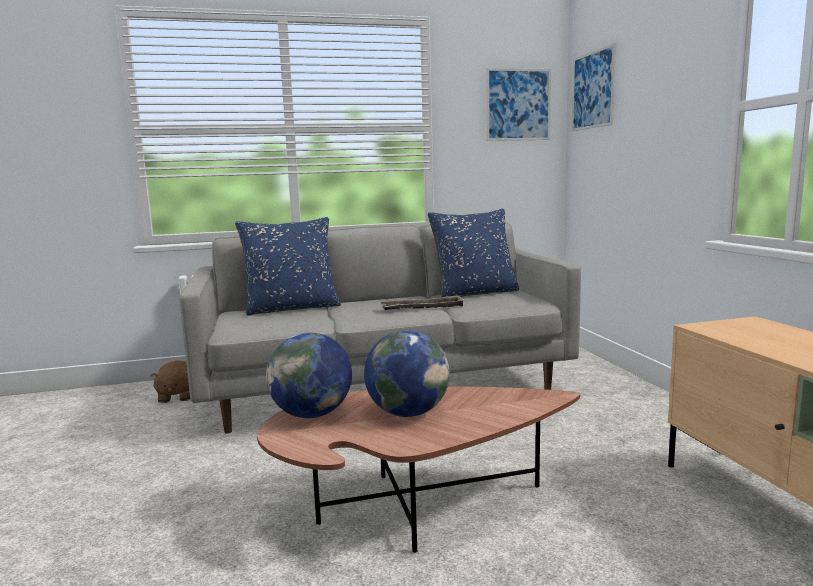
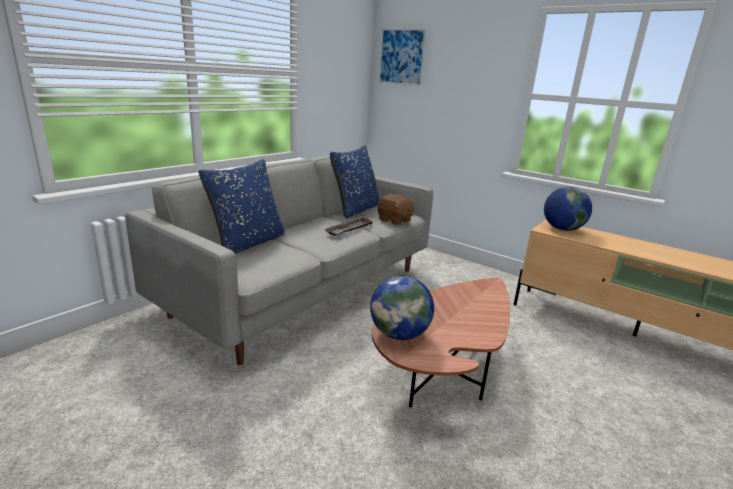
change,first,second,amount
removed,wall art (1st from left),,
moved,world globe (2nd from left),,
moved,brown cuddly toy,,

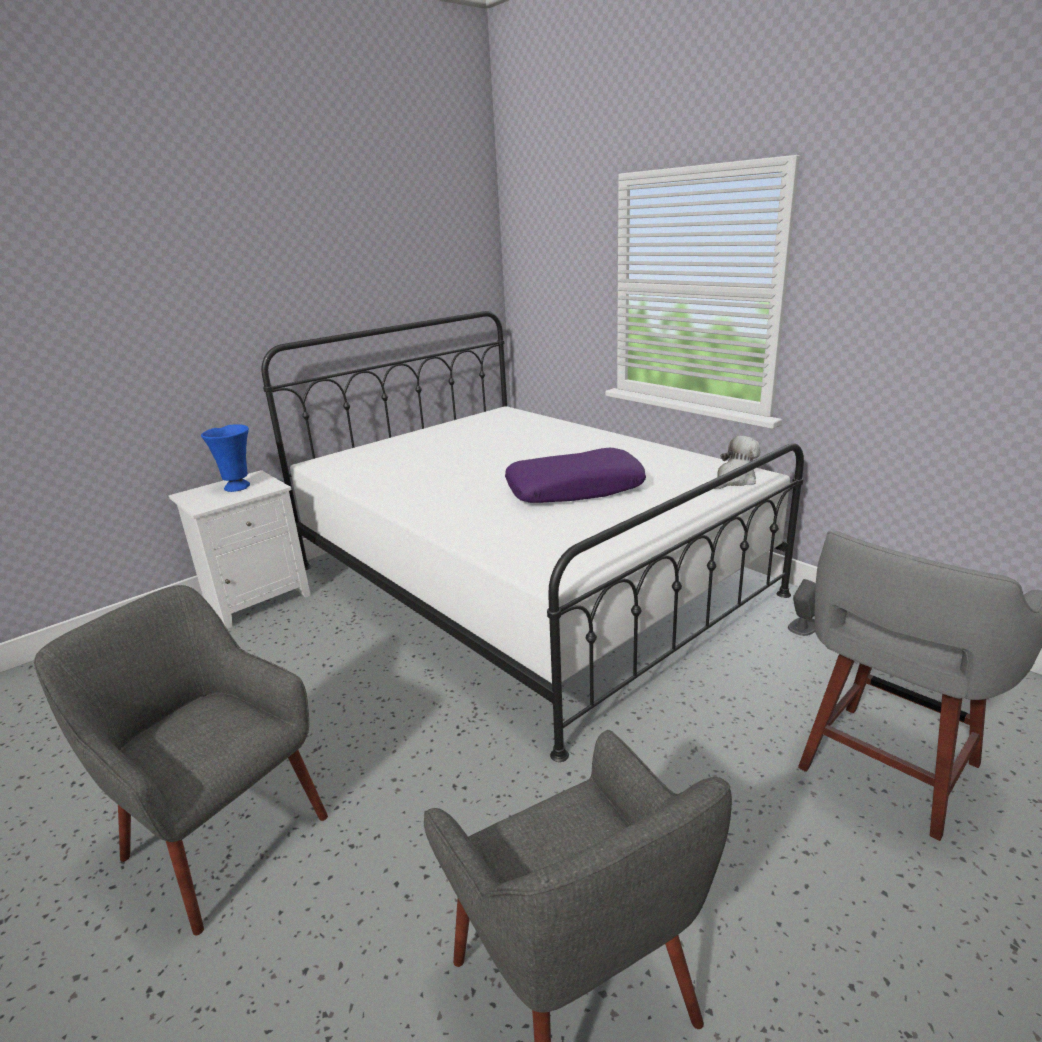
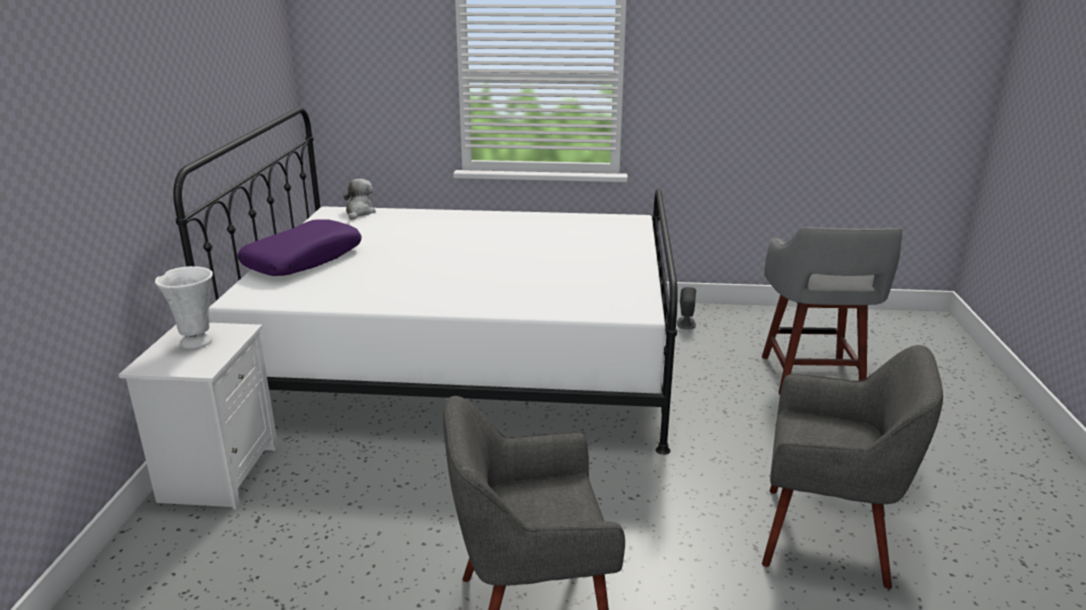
change,first,second,amount
recoloured,blue flower vase,white-coloured flower vase,
moved,cuddly toy,,
moved,purplish throw pillow,,

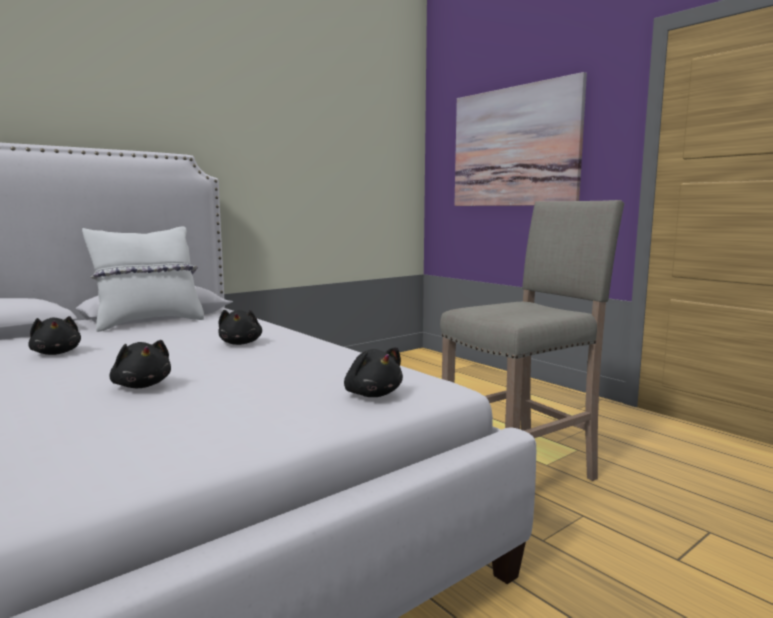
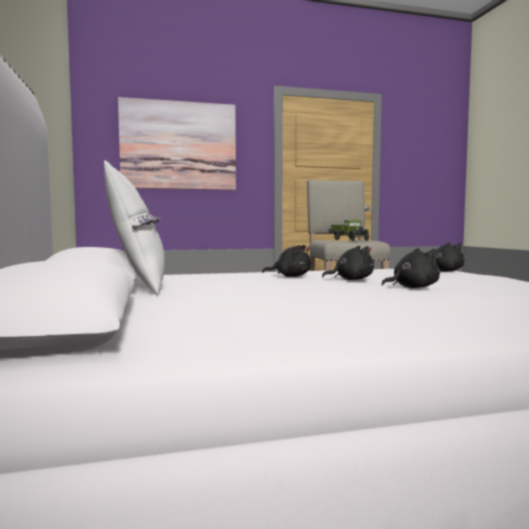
change,first,second,amount
moved,black-coloured cuddly toy (1st from left in the first image),black-coloured cuddly toy (2nd from left),
added,,toy lorry,

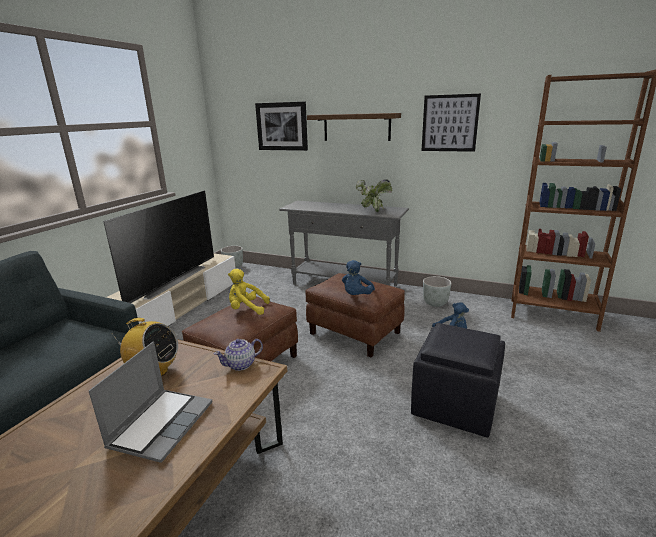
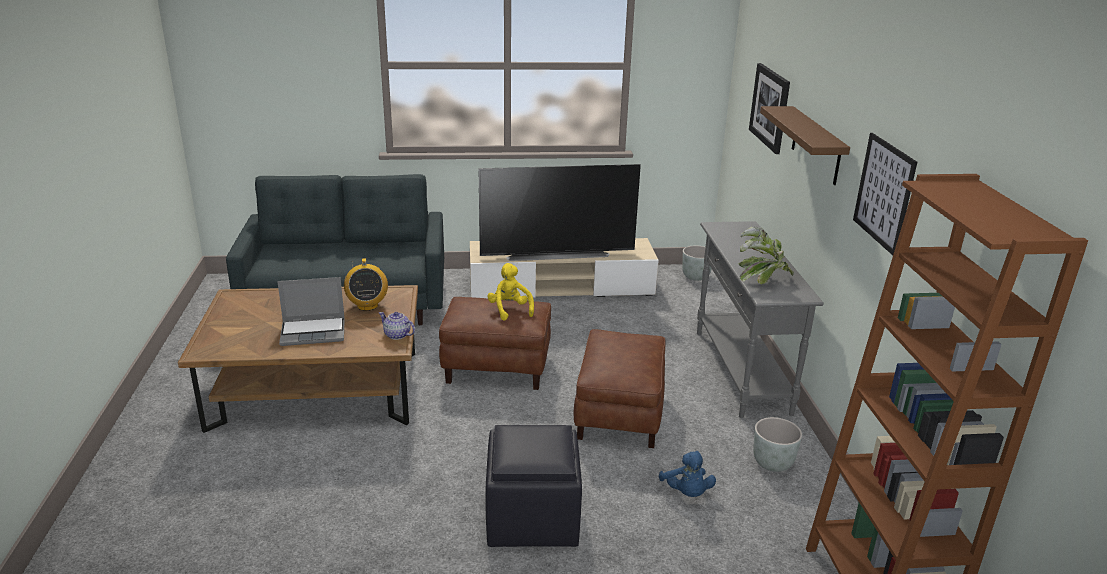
change,first,second,amount
removed,blue cuddly toy (1st from left),,

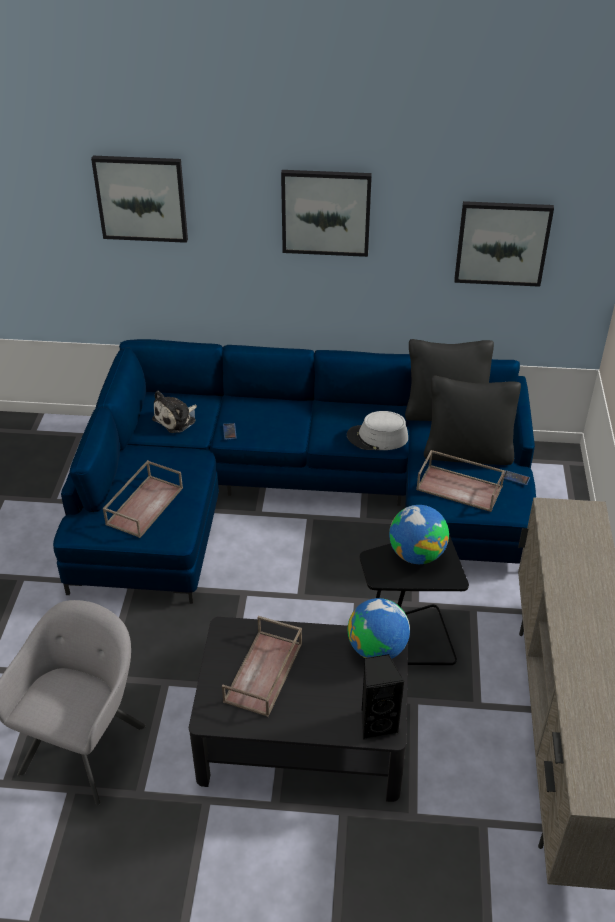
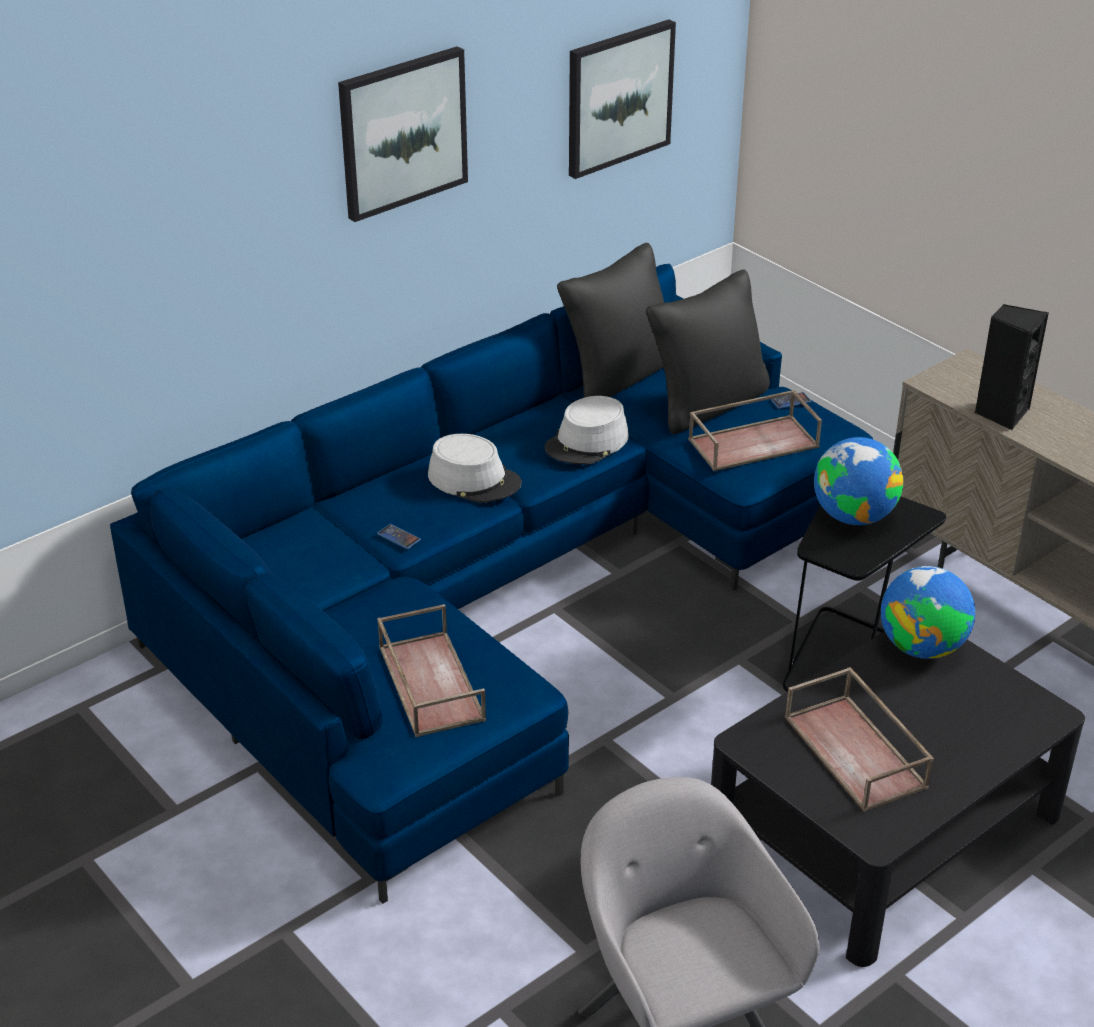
change,first,second,amount
removed,wall art (1st from left),,
removed,cuddly toy,,
moved,black-coloured speaker,,
added,,gray clothing hat (1st from left),

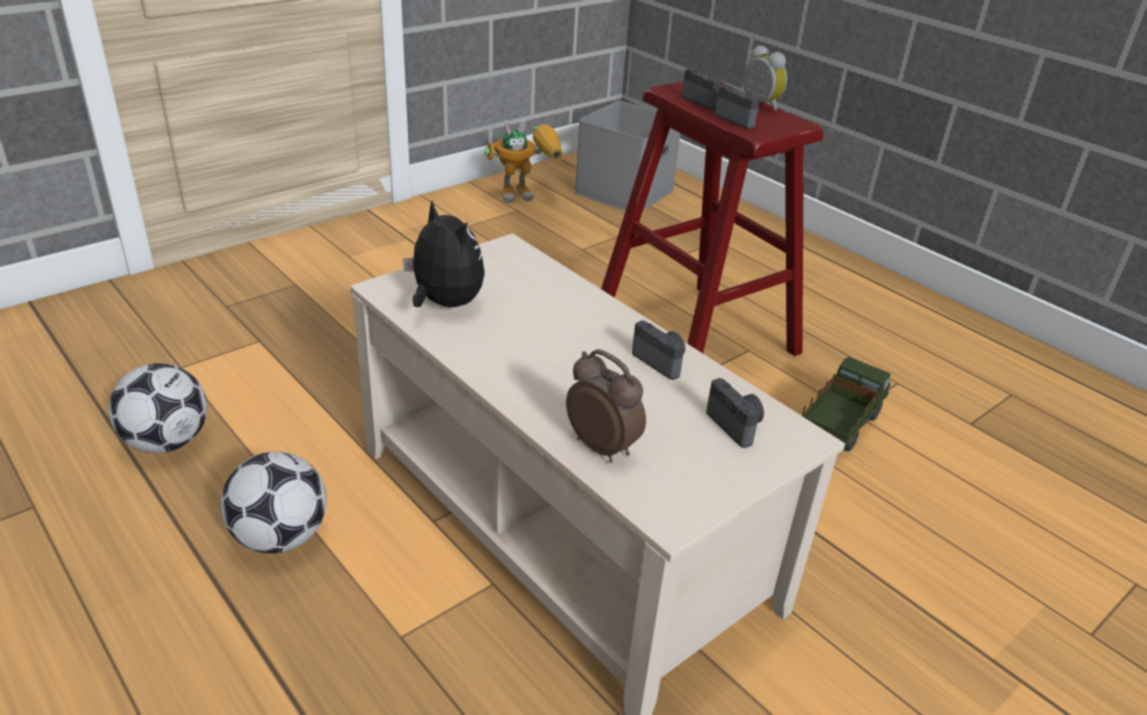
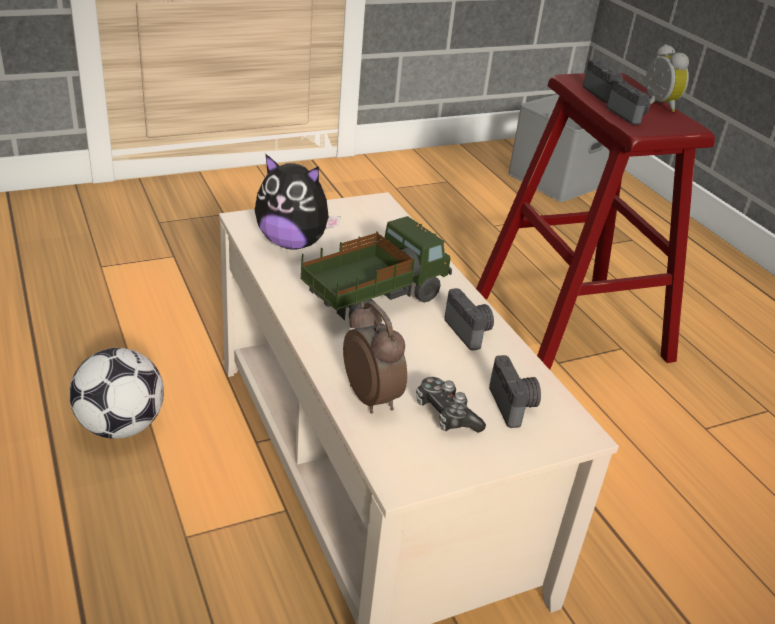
change,first,second,amount
removed,robot figure,,
turned,cuddly toy,,135 degrees clockwise
moved,toy lorry,,
removed,football ball (1st from left),,
added,,joypad,

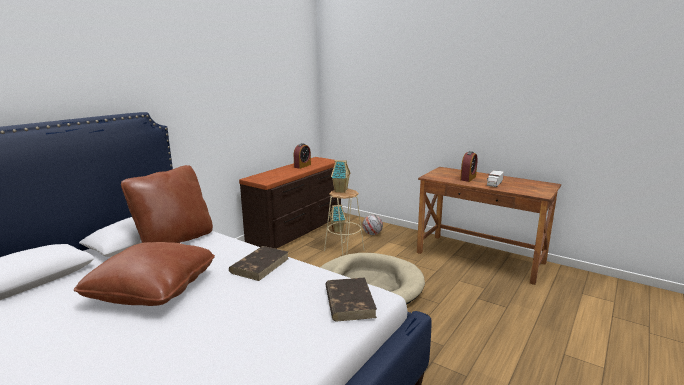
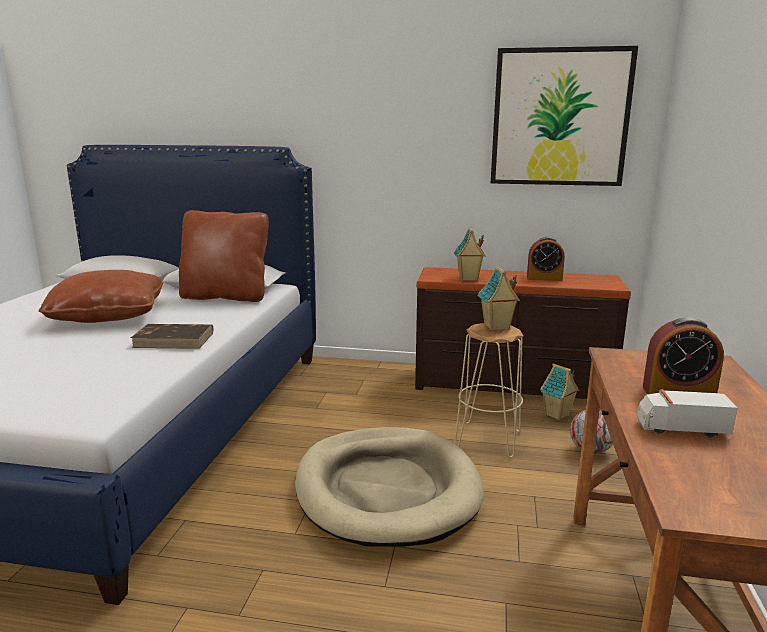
change,first,second,amount
removed,brown book (2nd from left),,
added,,wall art,
added,,model house (1st from left),

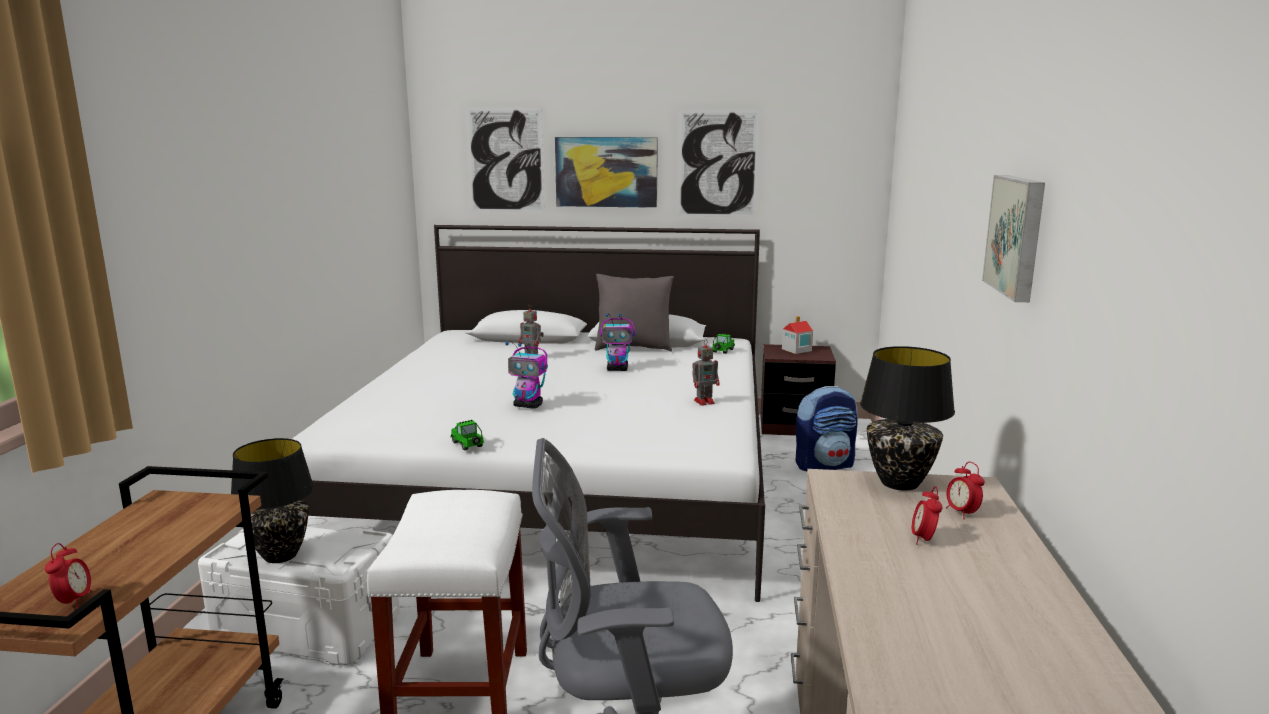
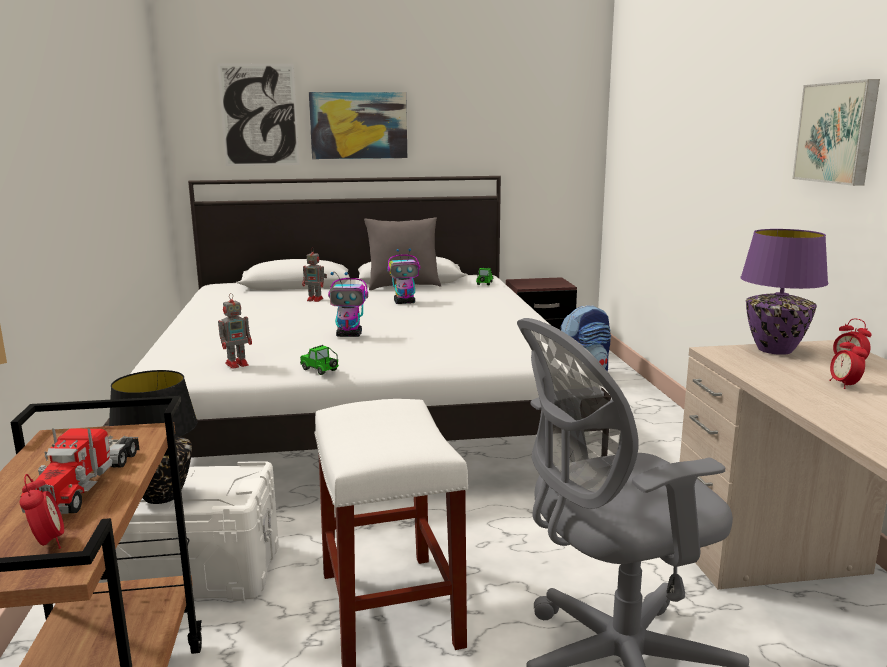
change,first,second,amount
removed,wall art (3rd from left),,
removed,model house,,
moved,robot figure (4th from left in the first image),robot figure (1st from left),
recoloured,black-coloured table lamp (2nd from left),purplish table lamp,
added,,toy lorry,

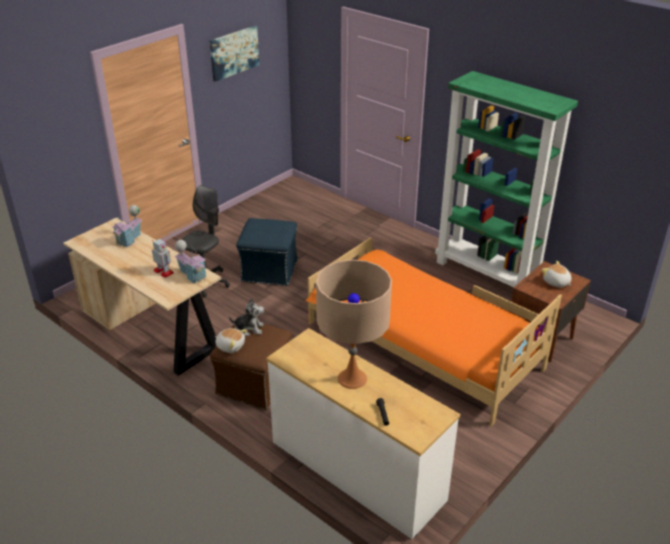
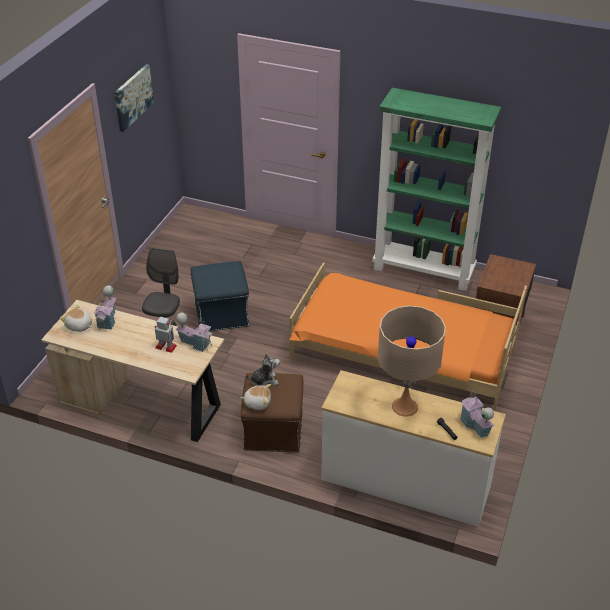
change,first,second,amount
moved,cuddly toy (3rd from left in the first image),cuddly toy (1st from left),
added,,model house (3rd from left),

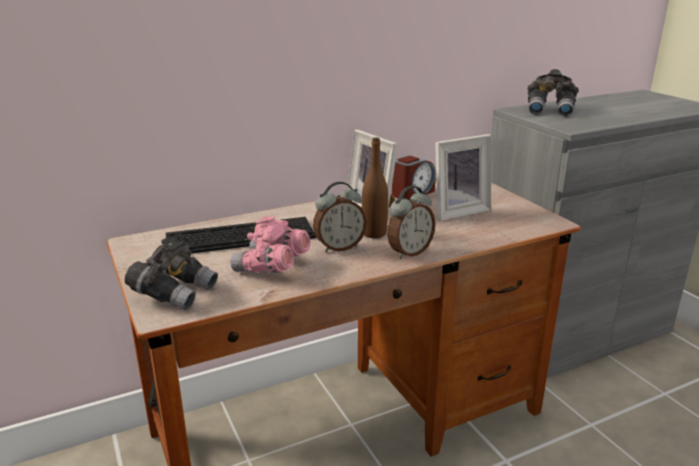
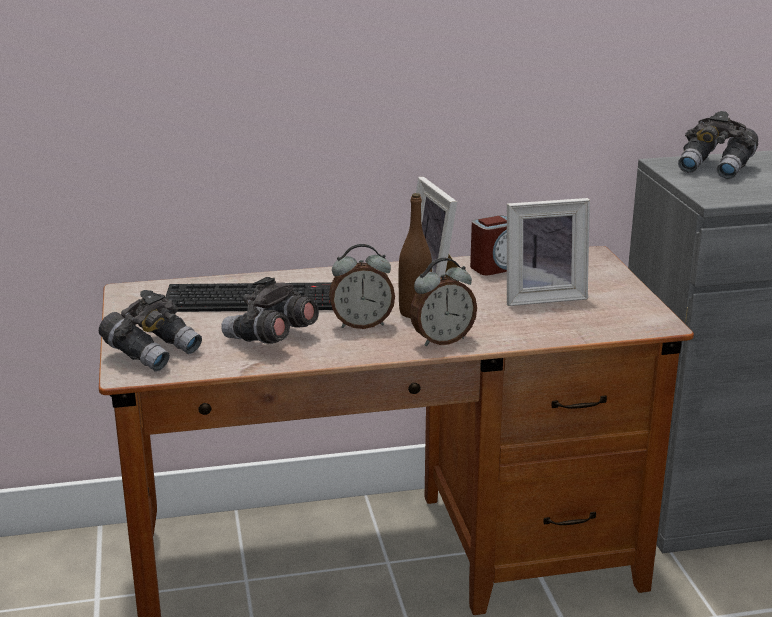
change,first,second,amount
recoloured,pinkish pair of binoculars,gray pair of binoculars (2nd from left),

